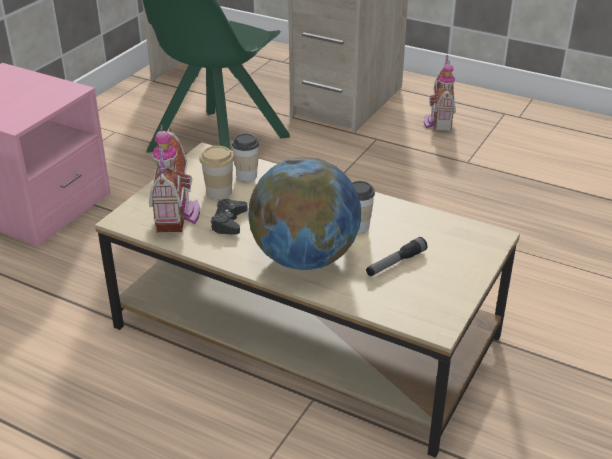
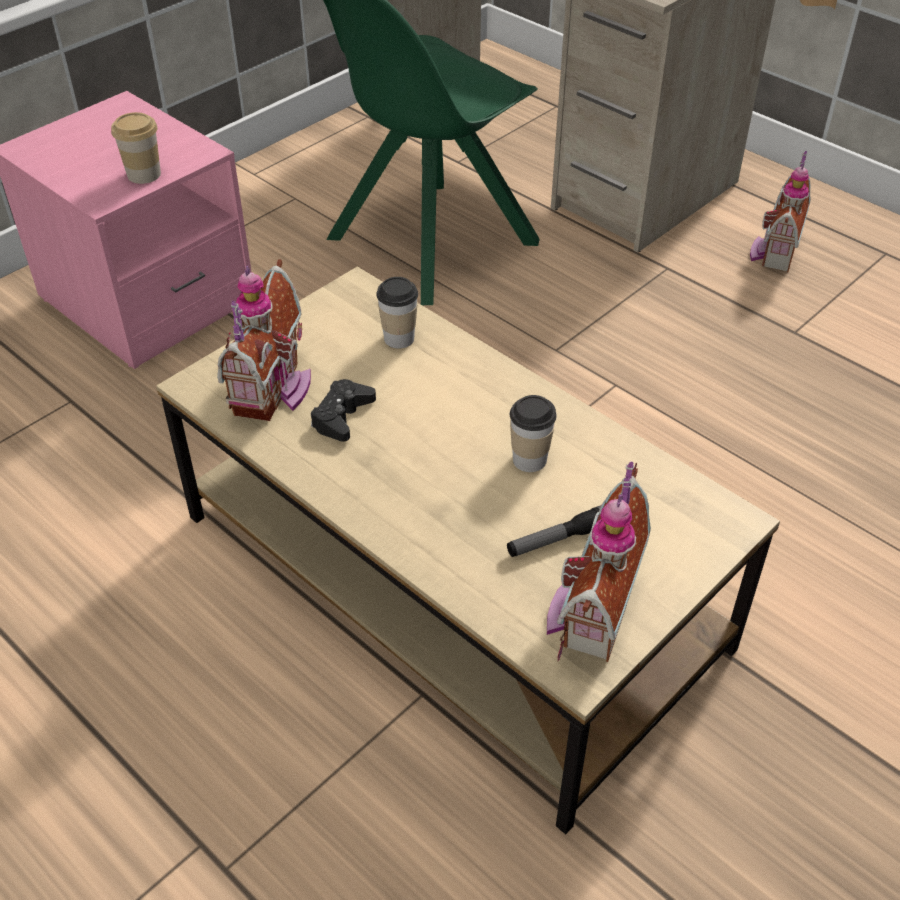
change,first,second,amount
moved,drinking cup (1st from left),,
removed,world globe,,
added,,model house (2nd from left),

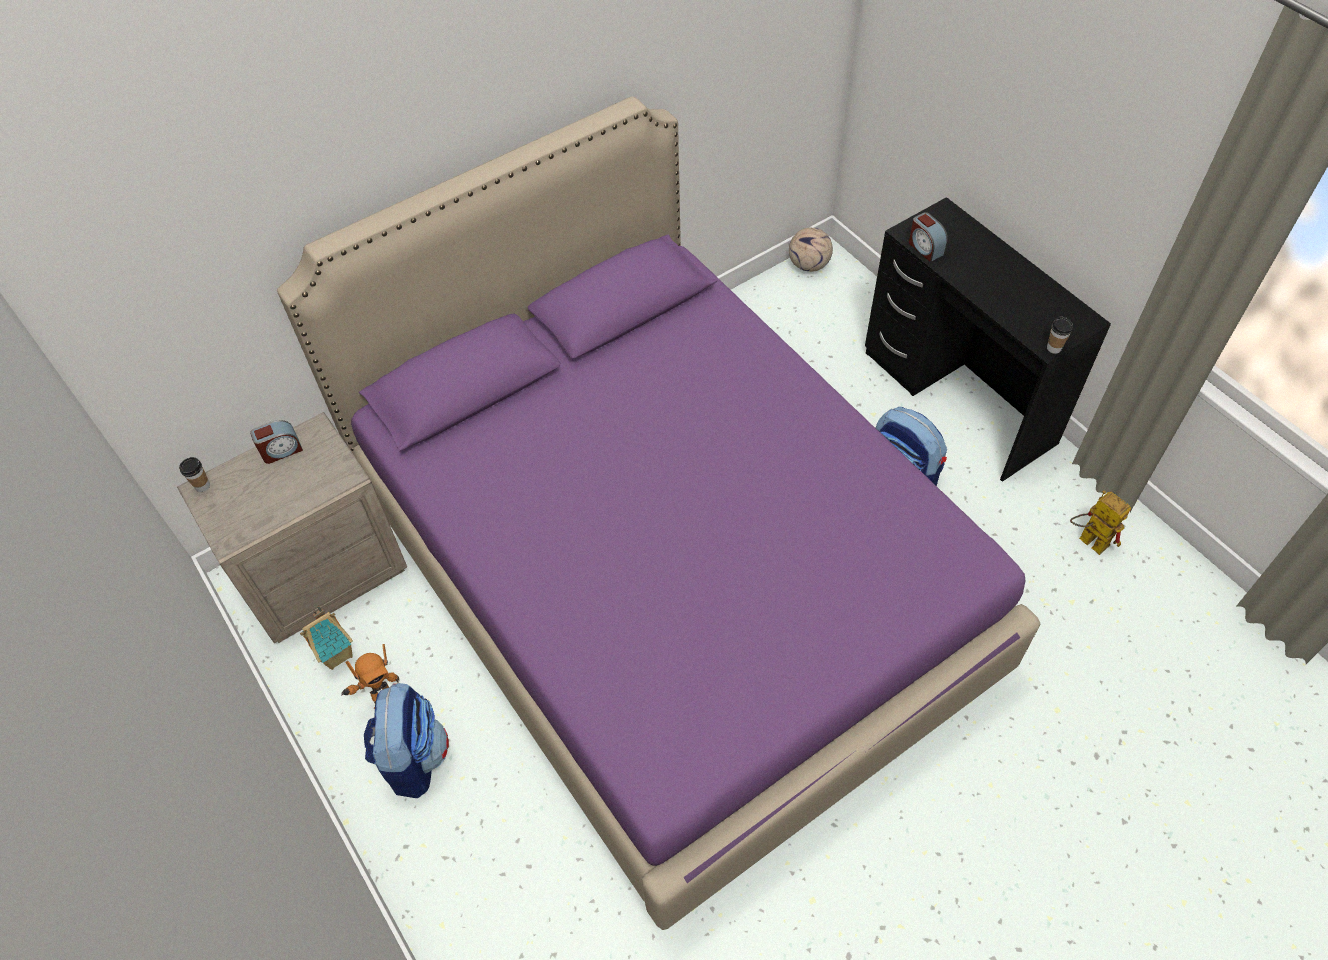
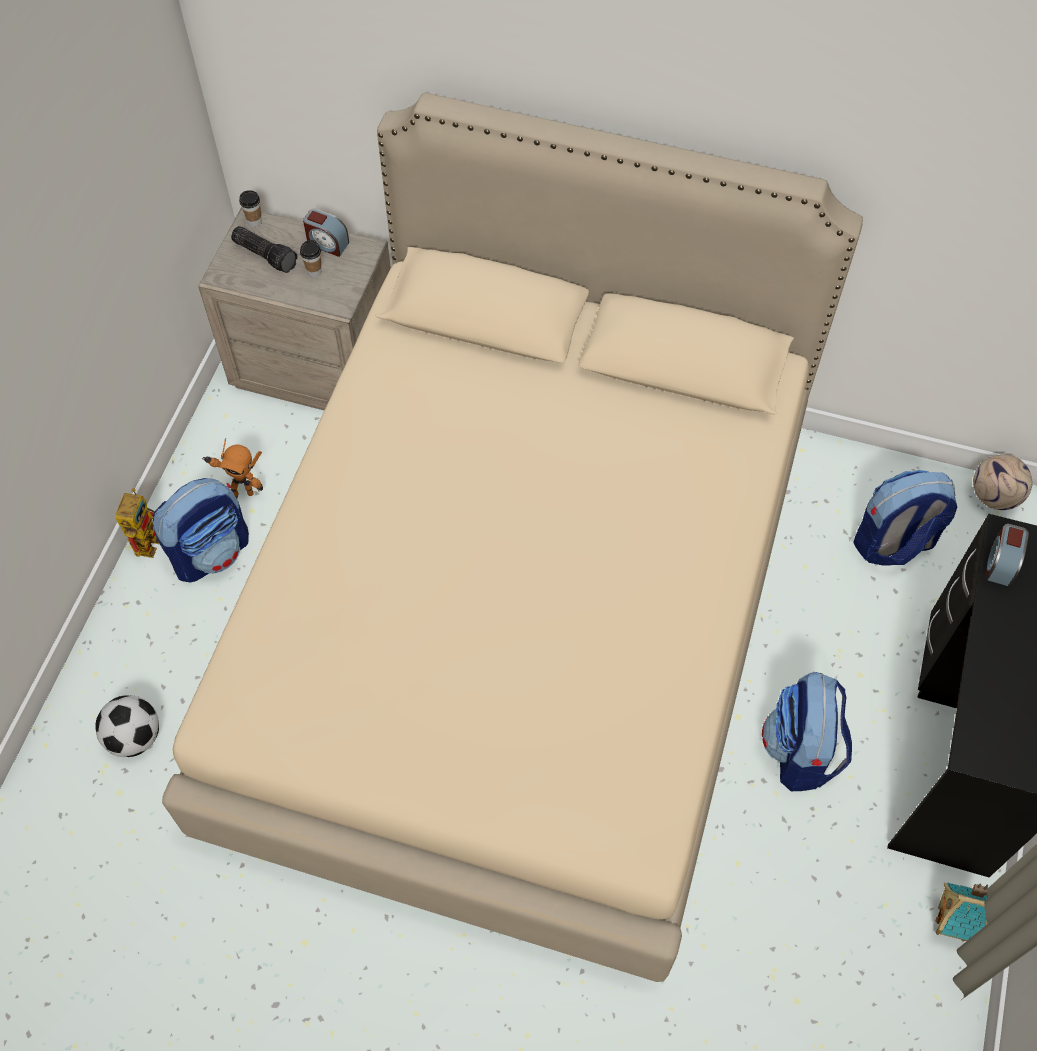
change,first,second,amount
recoloured,purplish bedroom bed,sand-coloured bedroom bed,
moved,drinking cup (2nd from left),,
moved,robot figure (2nd from left in the first image),robot figure (1st from left),
moved,model house,,
added,,hand torch,
added,,rucksack (3rd from left),
added,,football ball (1st from left),

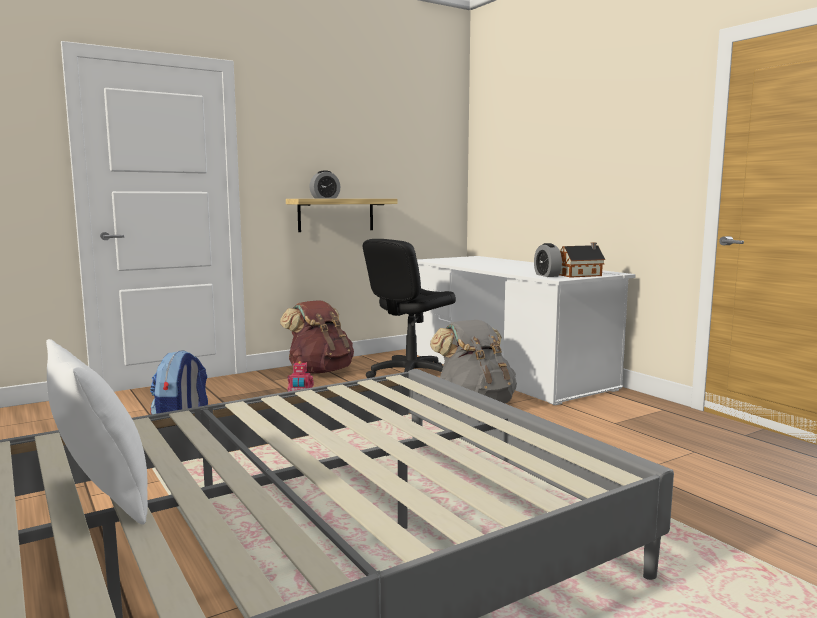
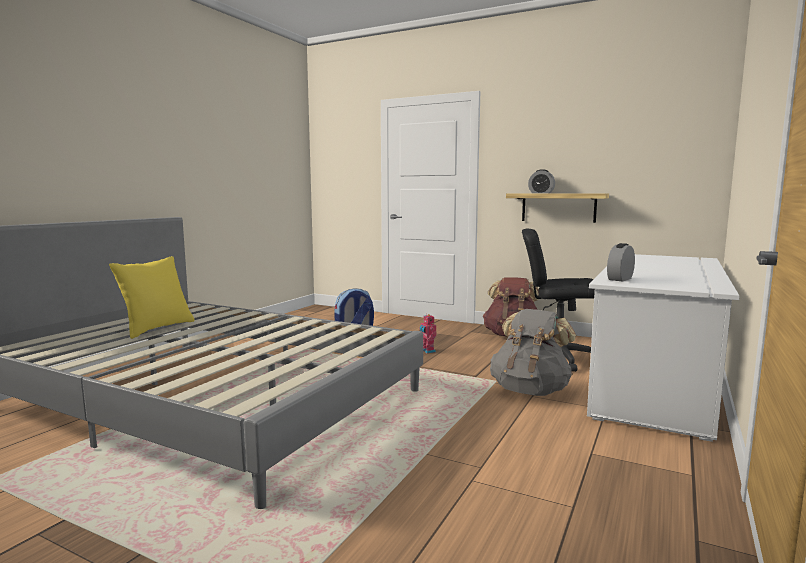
change,first,second,amount
removed,model house,,
recoloured,white-coloured throw pillow,yellowish throw pillow,

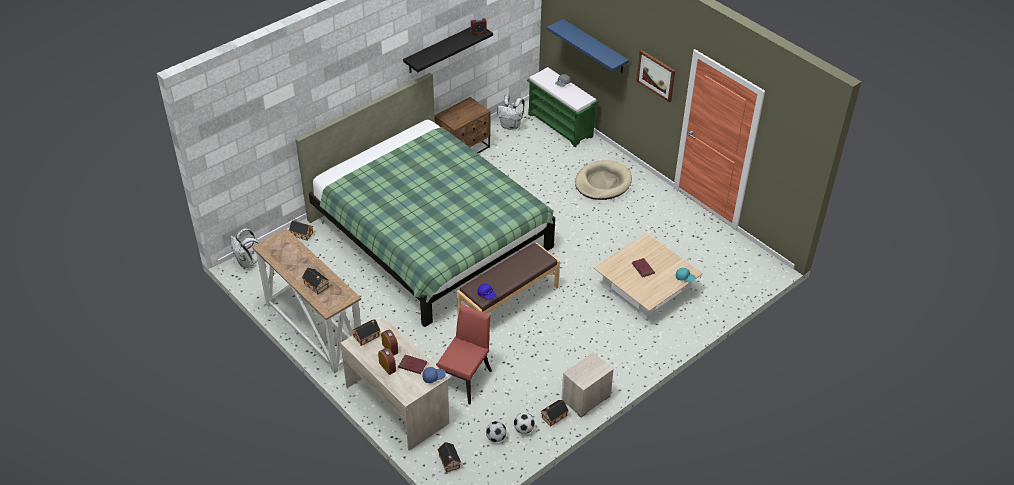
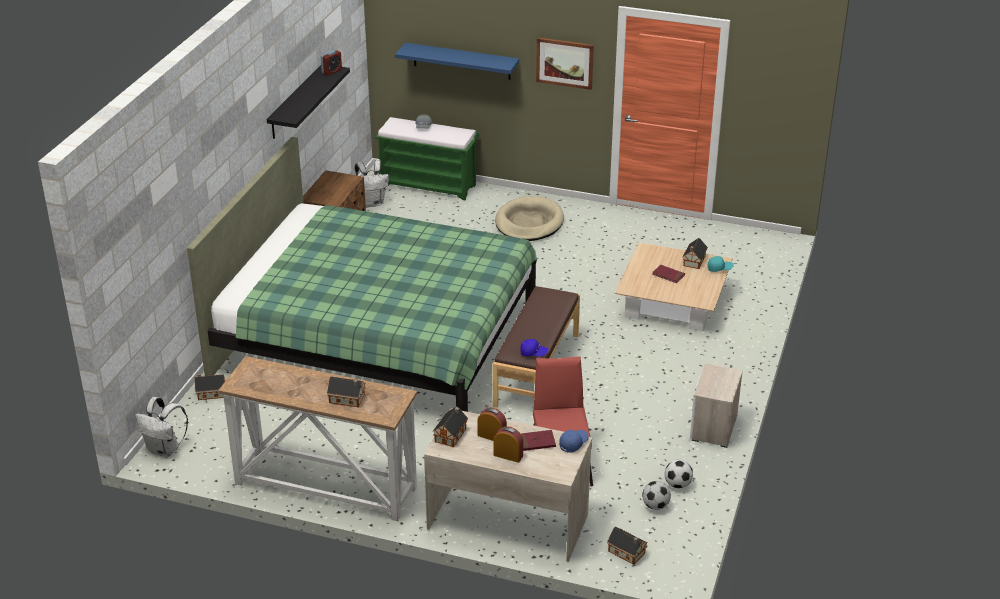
change,first,second,amount
moved,model house (5th from left),,

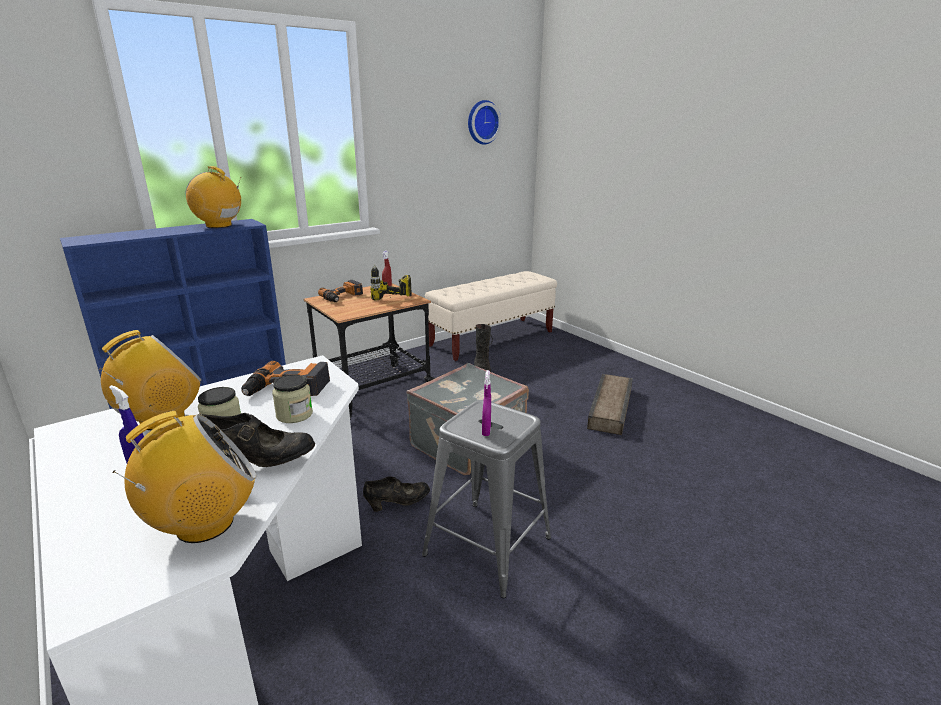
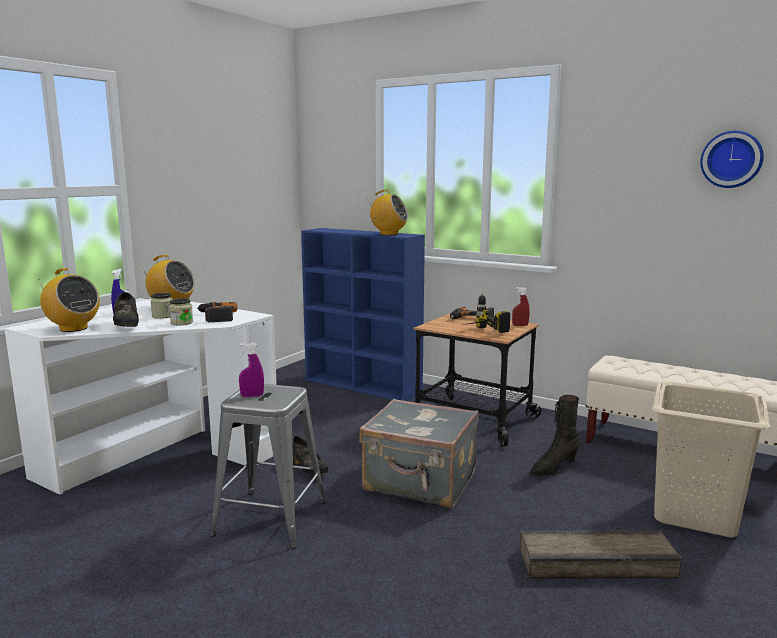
change,first,second,amount
turned,radio (3rd from left),,105 degrees clockwise
added,,sand-coloured hamper,

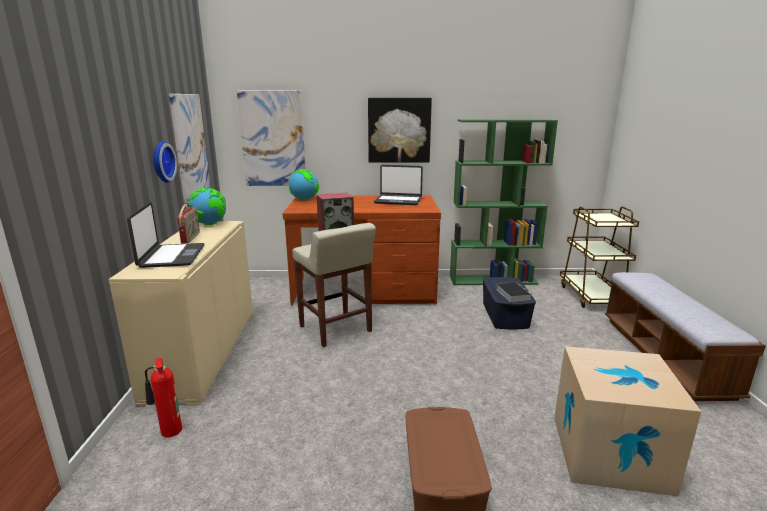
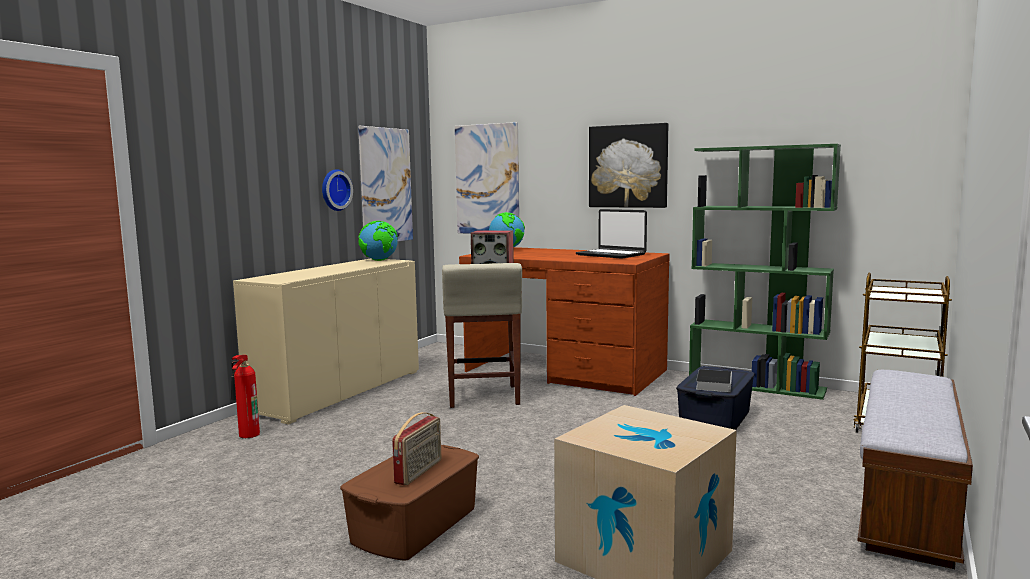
change,first,second,amount
removed,portable computer (1st from left),,
moved,radio,,

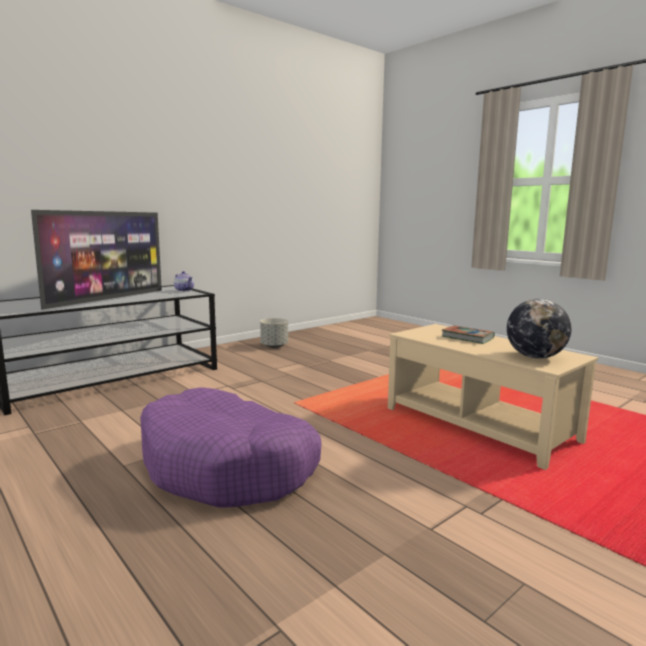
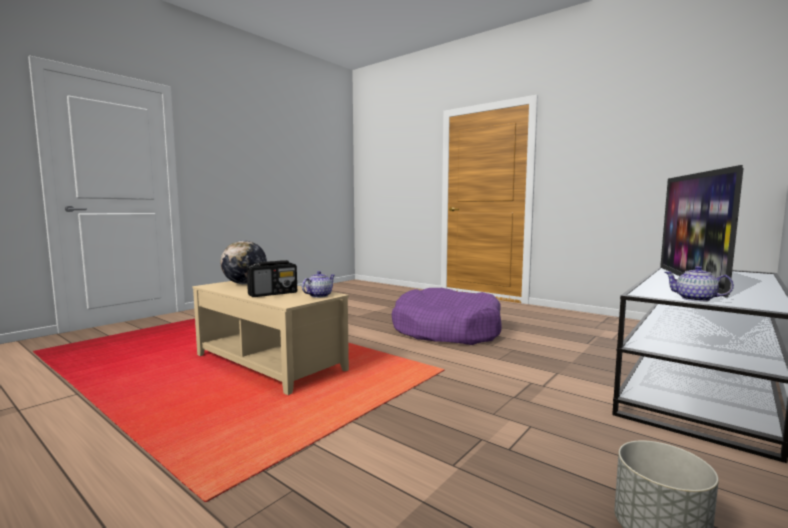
change,first,second,amount
replaced,book,radio,
added,,tea pot (1st from left),

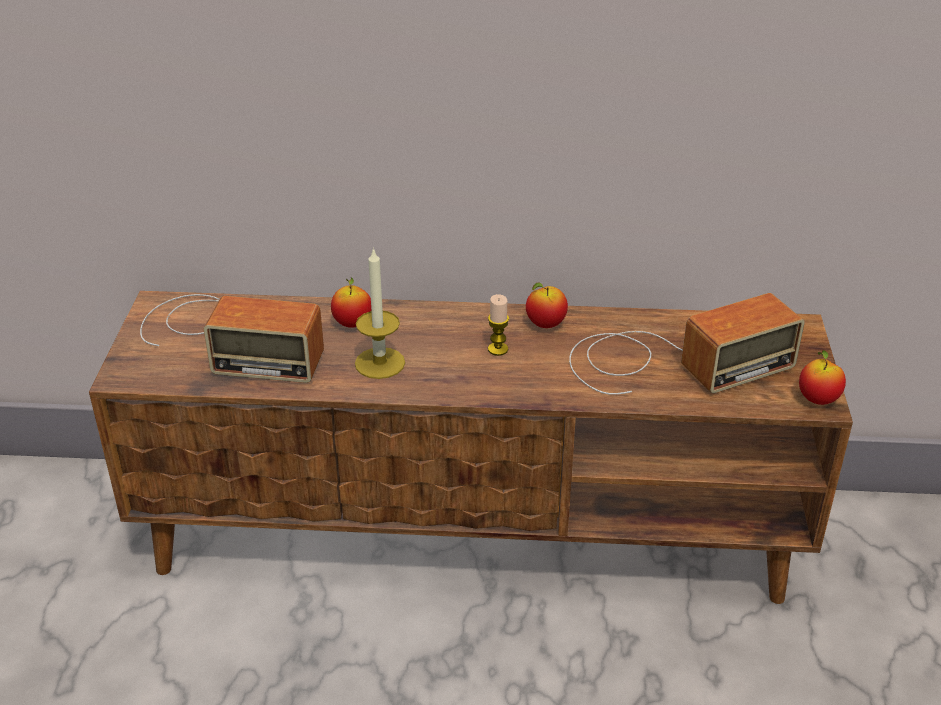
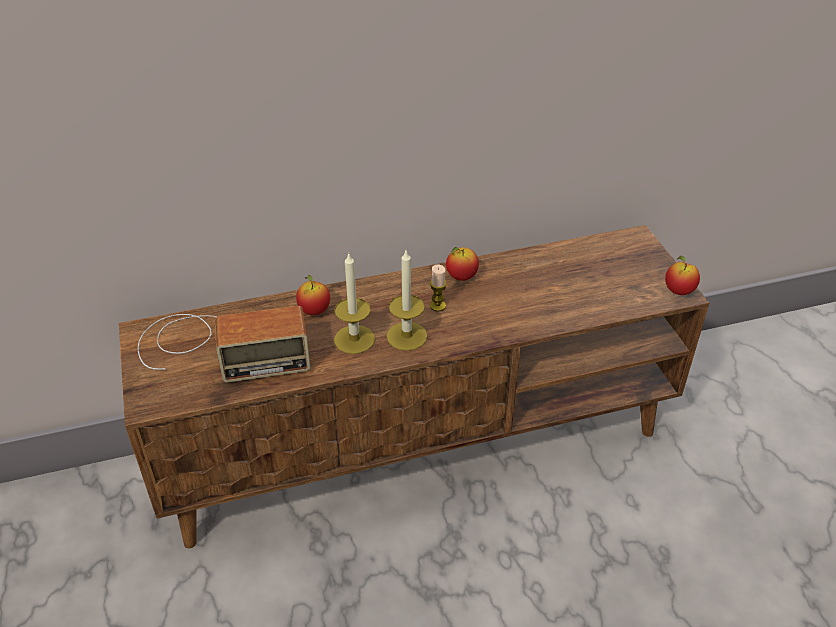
change,first,second,amount
removed,radio (2nd from left),,
added,,wax light (2nd from left),

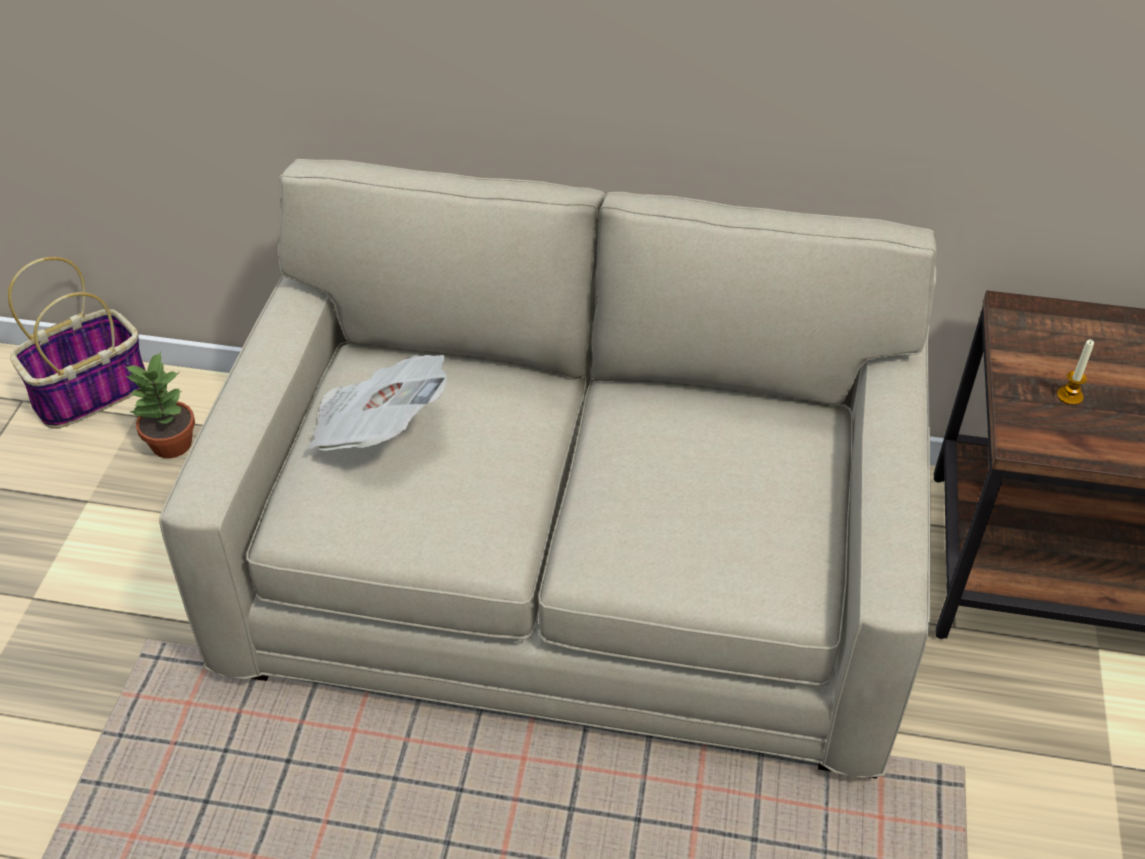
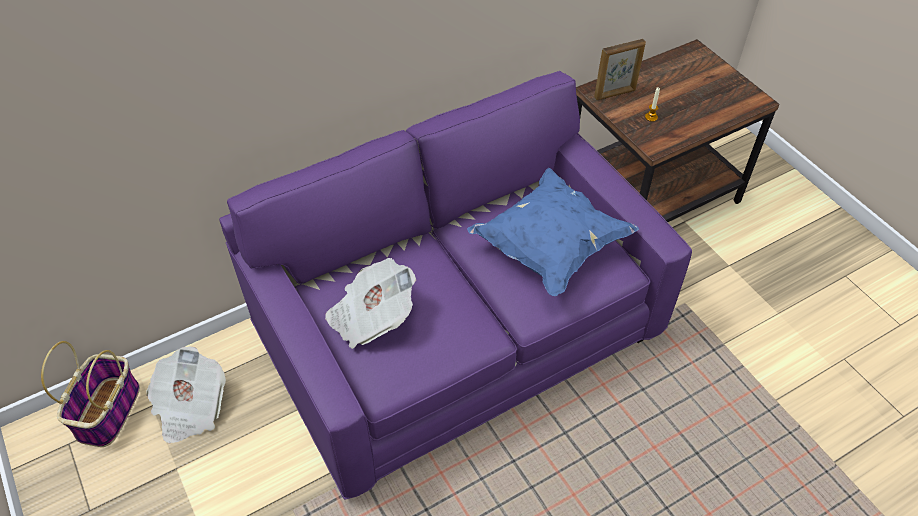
change,first,second,amount
recoloured,sand-coloured couch,purplish couch,
replaced,potted plant,newspaper (1st from left),
added,,standing frame,
added,,blue throw pillow,

